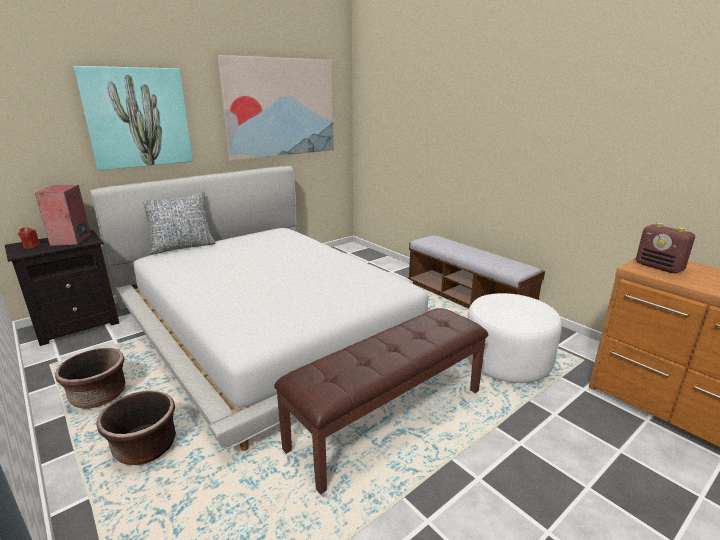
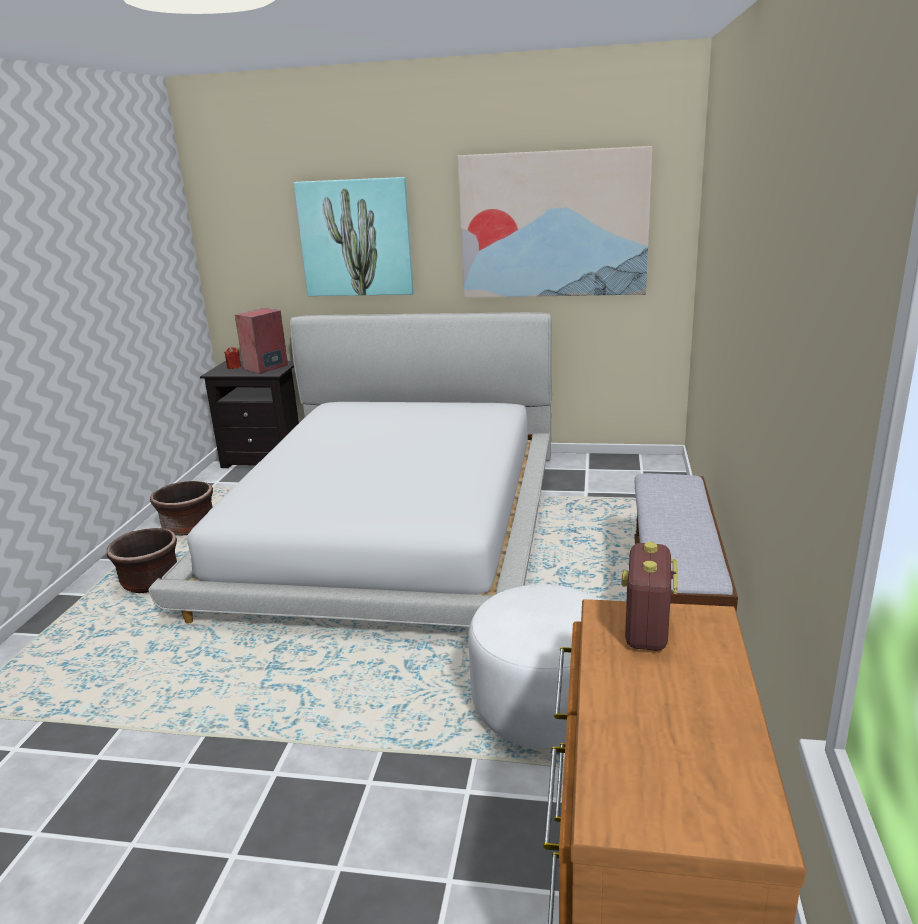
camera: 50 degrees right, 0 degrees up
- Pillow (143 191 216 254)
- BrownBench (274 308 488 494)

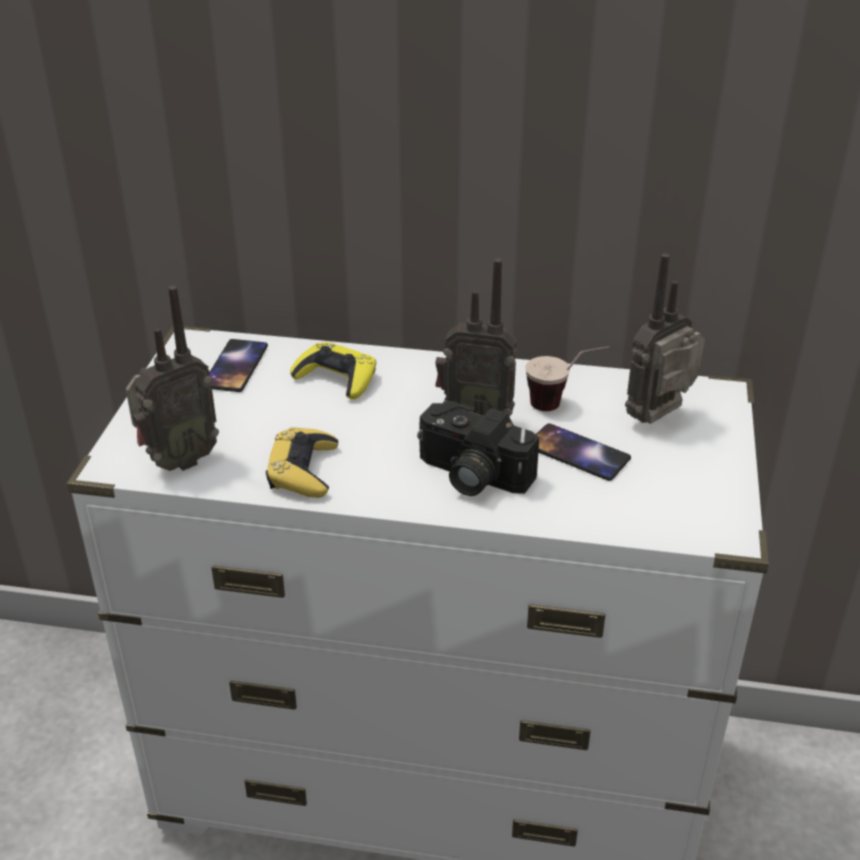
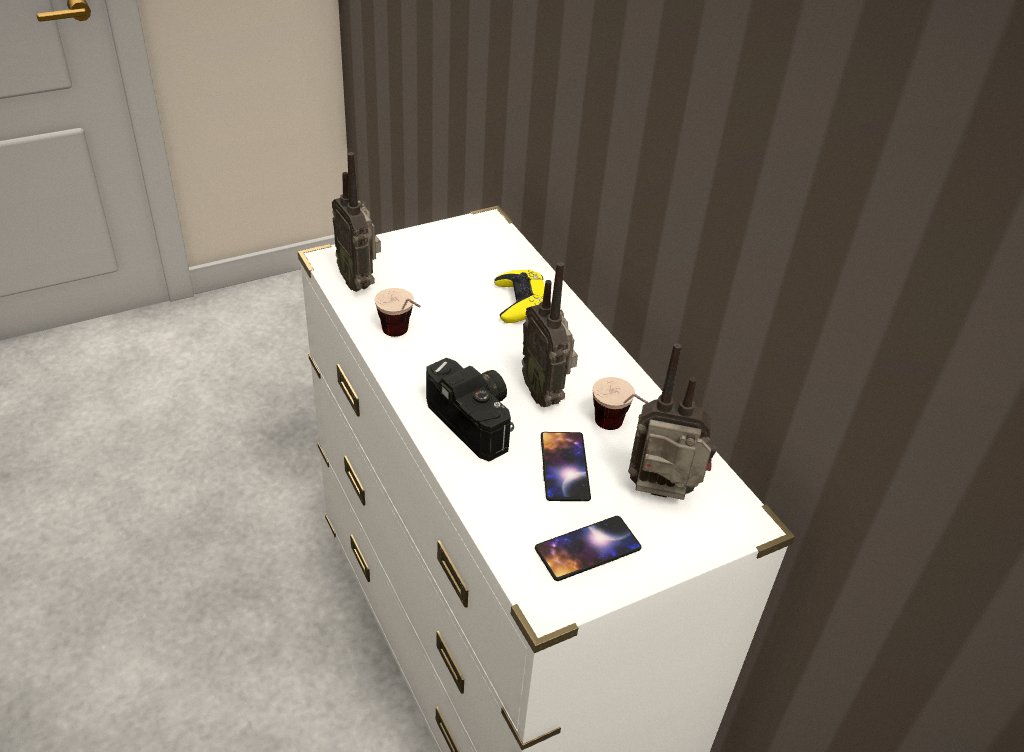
camera: 50 degrees right, 5 degrees up
~ Phone (209 339 268 392) to (535 516 641 581)
~ YellowGameController (266 427 338 498) to Cup (375 288 421 337)
~ Radio (126 286 219 471) = (332 152 381 292) 45 degrees clockwise
~ PhotoCamera (417 401 539 496) = (426 358 514 462) 150 degrees clockwise

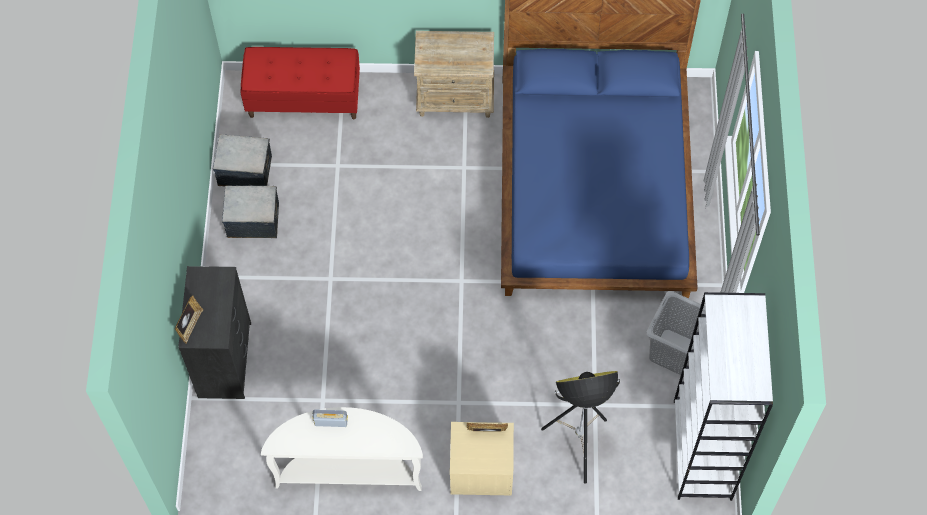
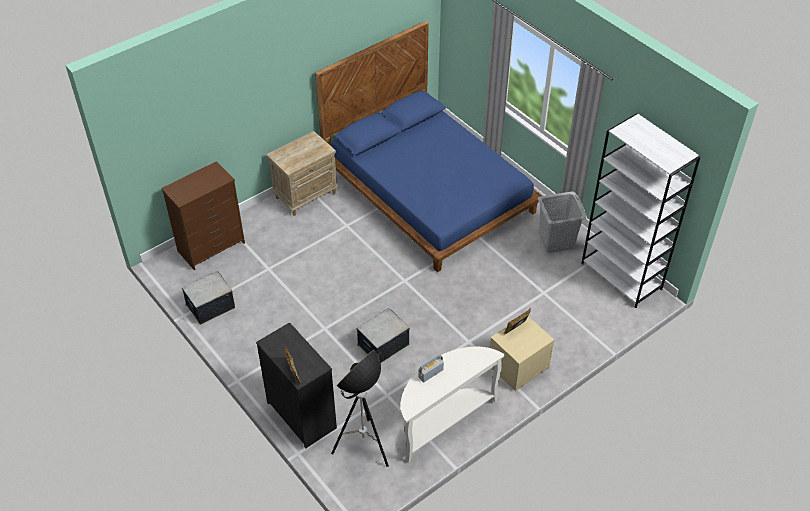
camera: 40 degrees left, 15 degrees down
~ StorageBox (222 186 279 238) to (357 308 410 363)
~ FloorLamp (541 371 620 484) to (331 350 389 467)
~ RedBench (241 47 360 119) to BrownDresser (161 161 245 270)

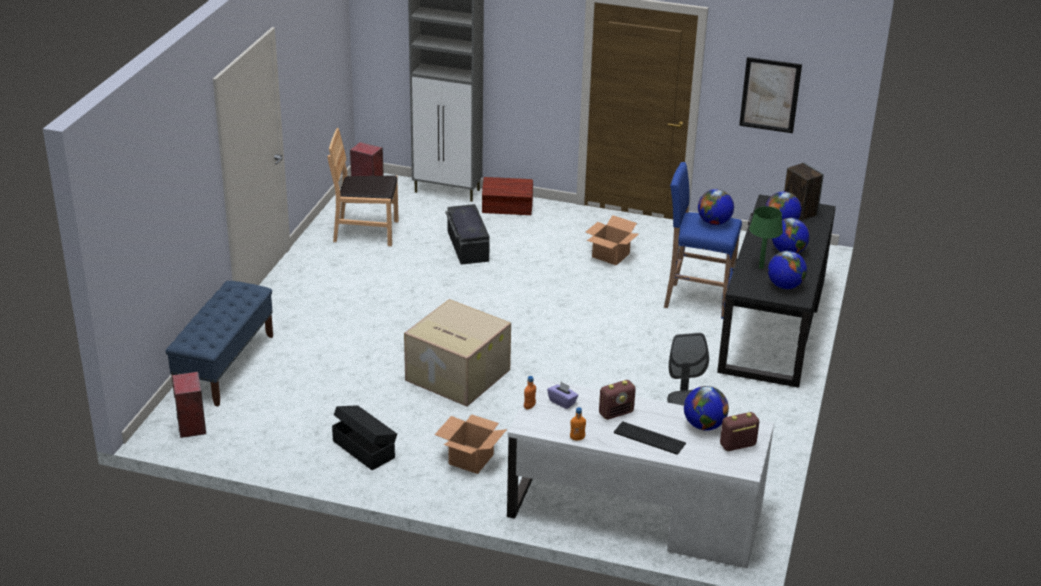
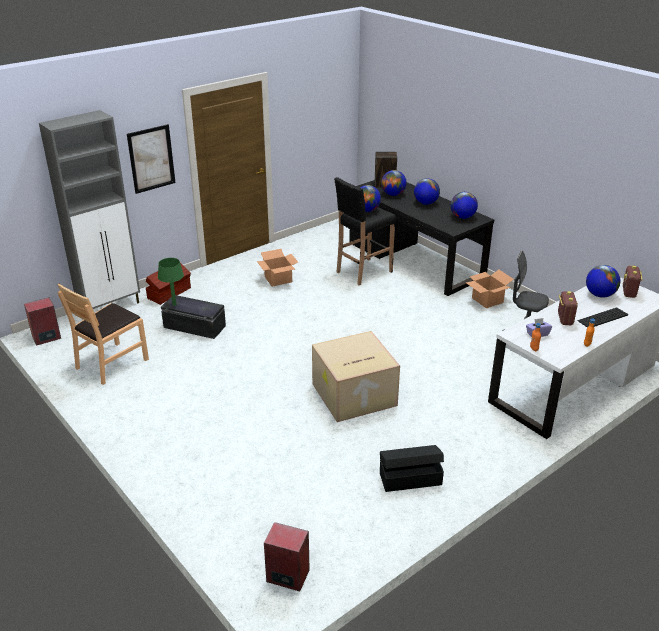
camera: 55 degrees left, 0 degrees up
- BlueBench (165 281 273 406)
~ CardboardBox (434 414 507 474) to (466 269 514 308)
~ Picture (739 57 802 133) to (127 124 176 194)
~ GreenTableLamp (749 206 783 269) to (158 258 184 306)
~ BlueStool (664 162 742 319) to BlackStool (334 177 396 285)

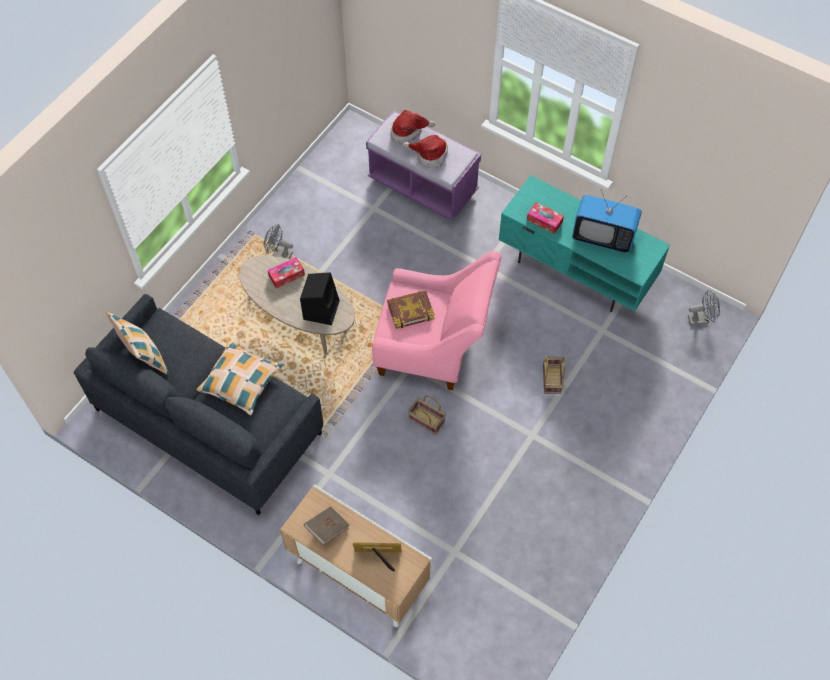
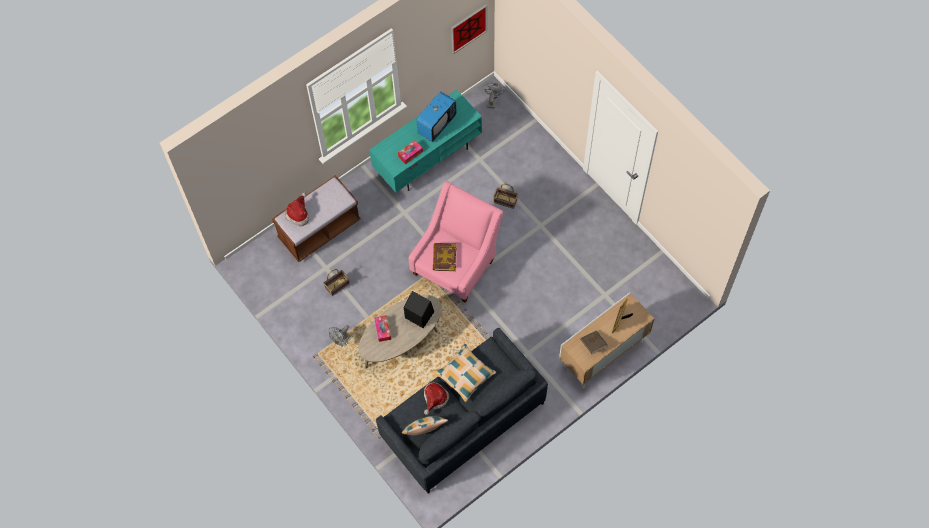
camera: 70 degrees left, 5 degrees up
+ Picture (451 4 487 54)
~ Hat (403 135 448 168) to (424 383 449 415)
~ Basket (408 395 446 435) to (324 269 350 296)
~ PurpleBench (366 110 481 220) to BrownBench (272 175 361 262)

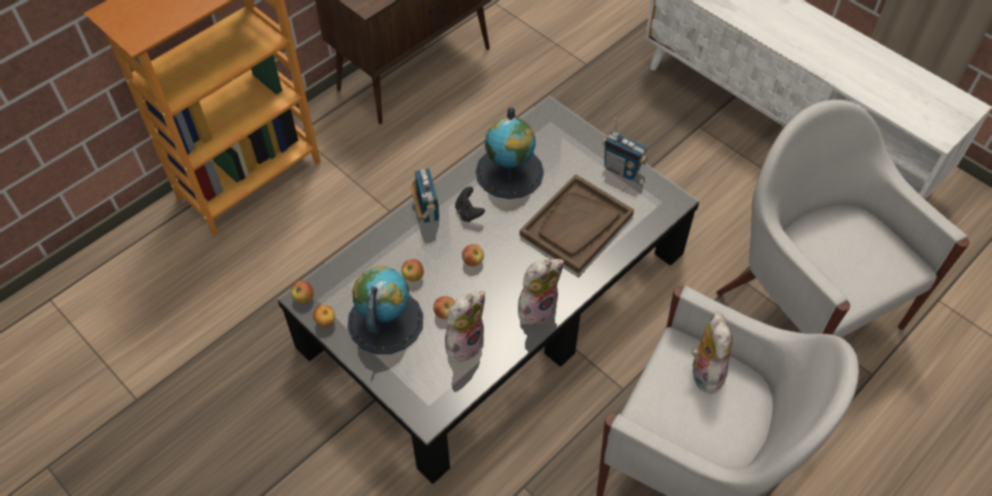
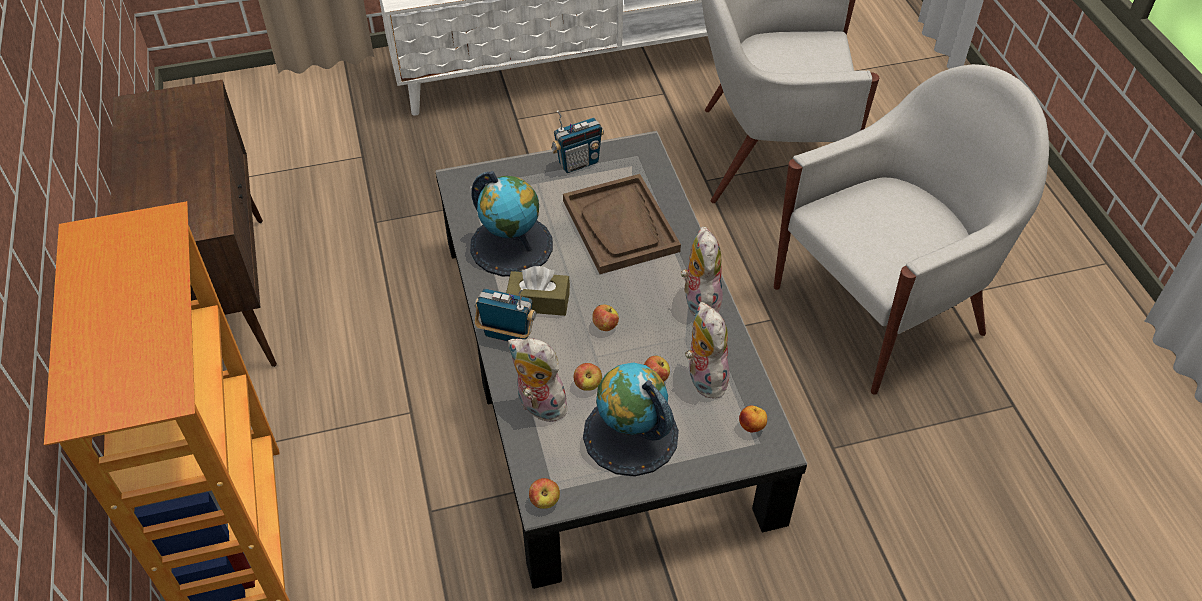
camera: 60 degrees left, 5 degrees down
~ Apple (313 305 335 327) to (739 406 767 432)
~ PlushToy (691 311 732 394) to (508 338 572 423)
~ BlackGameController (455 187 485 222) to BrownTissueBox (506 266 570 316)

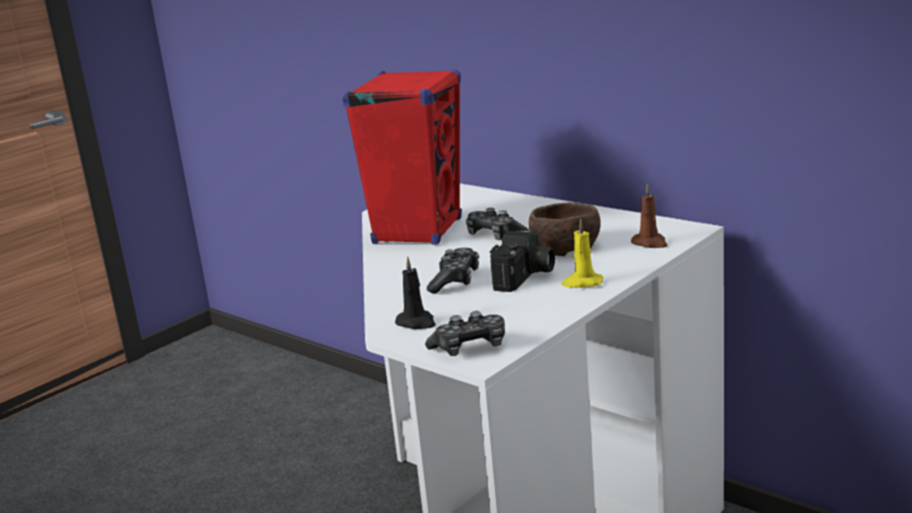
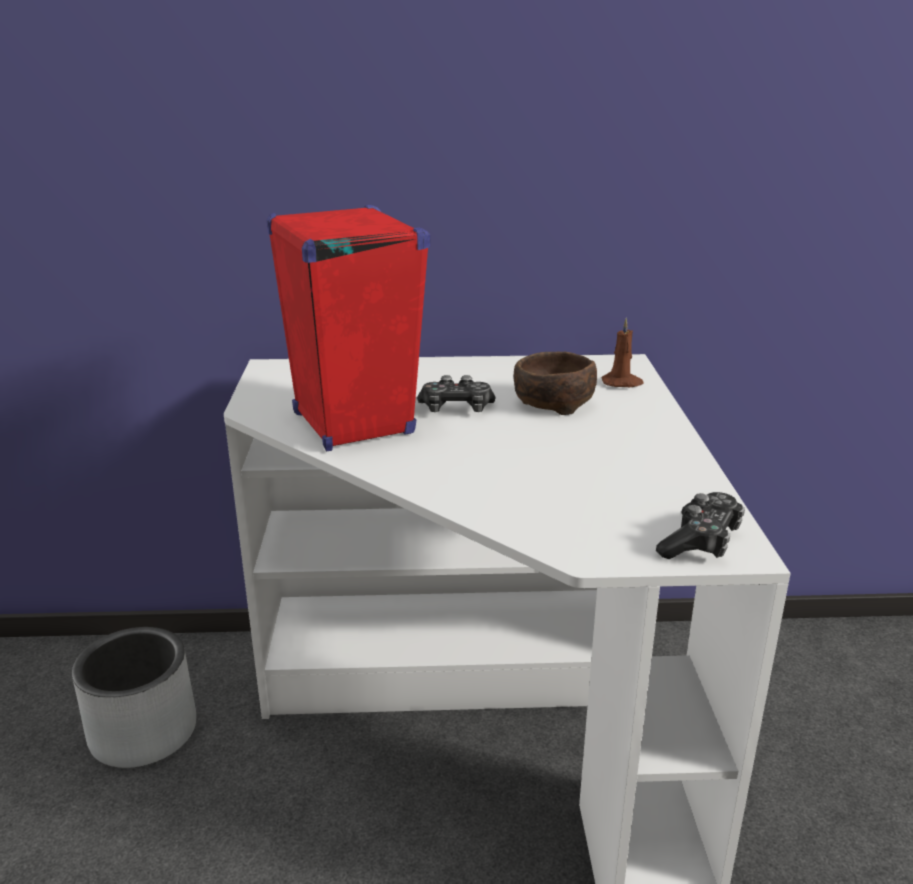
camera: 45 degrees left, 5 degrees up
- BlackCandle (395 257 436 329)
- GameController (427 248 479 294)
- PhotoCamera (490 230 555 292)
- YellowCandle (561 219 603 288)
+ GreyPlanter (72 627 196 768)

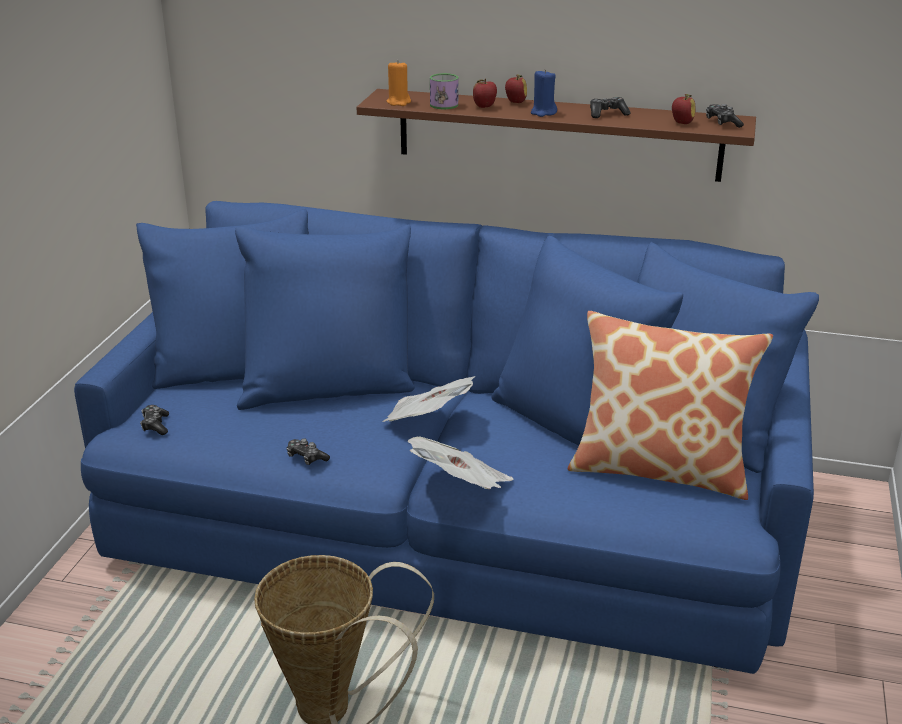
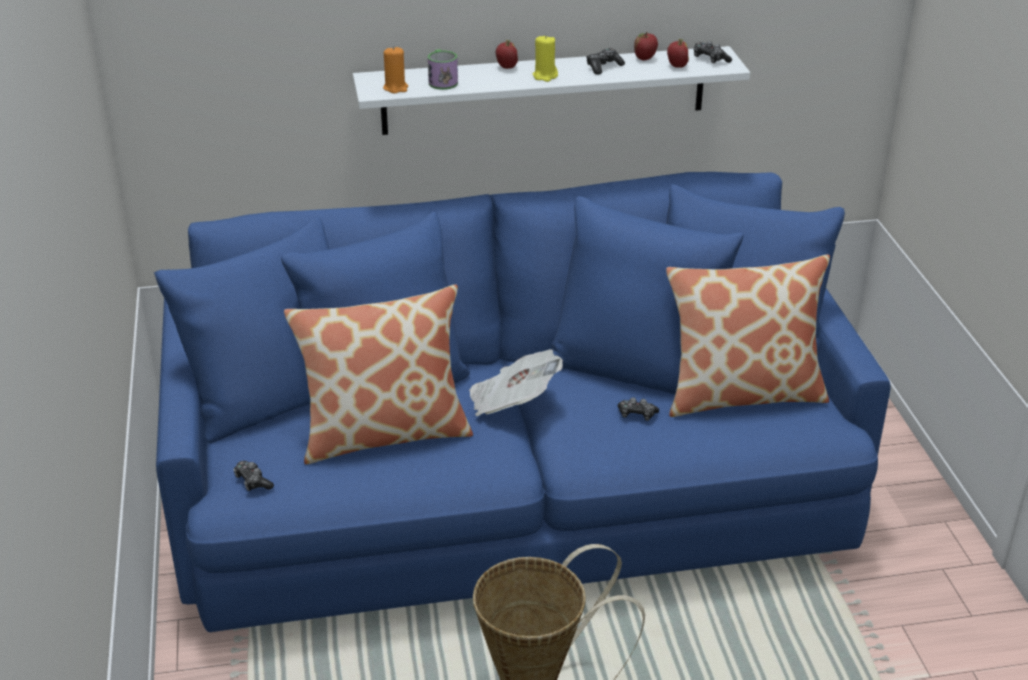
camera: 25 degrees left, 5 degrees up
- Newspaper (408 436 514 490)
+ Pillow (284 284 473 464)
~ GameController (286 438 330 465) to (618 397 659 421)
~ Apple (473 78 497 108) to (634 32 658 61)
~ BrownShelf (356 89 756 182) to WhiteShelf (353 46 750 135)
~ BlueCandle (531 69 557 117) to YellowCandle (533 36 558 82)

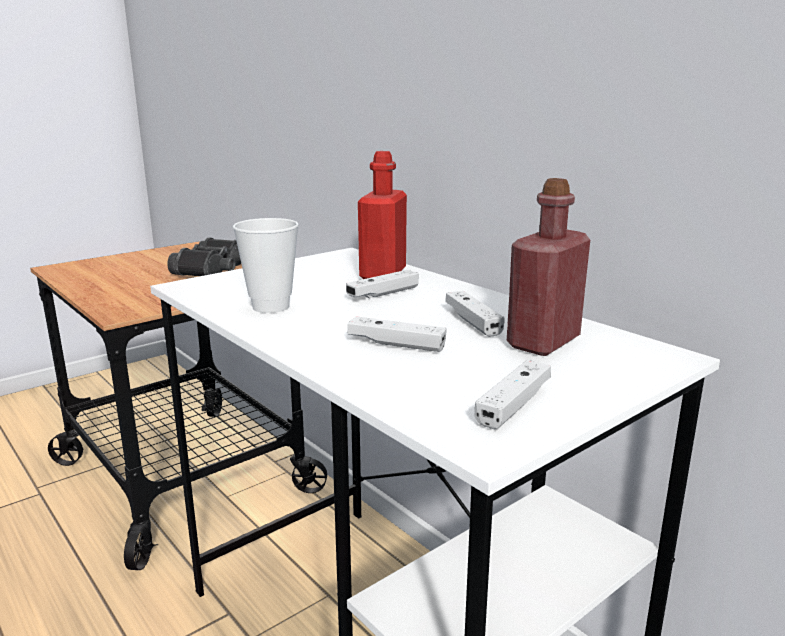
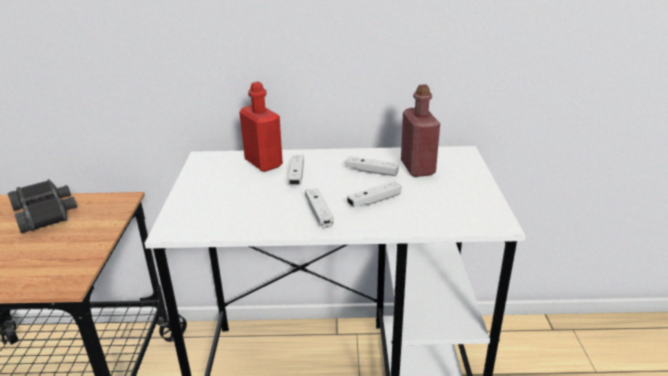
camera: 50 degrees left, 10 degrees up
- Cup (233 218 299 313)
~ WhiteGameController (475 360 551 429) to (305 188 334 228)

